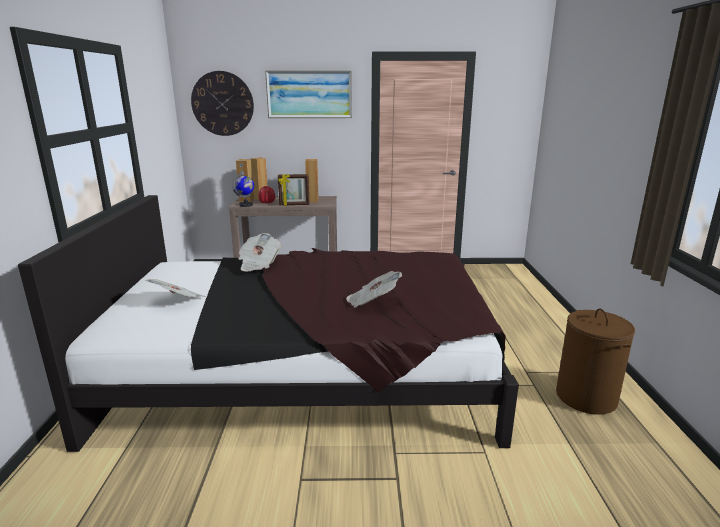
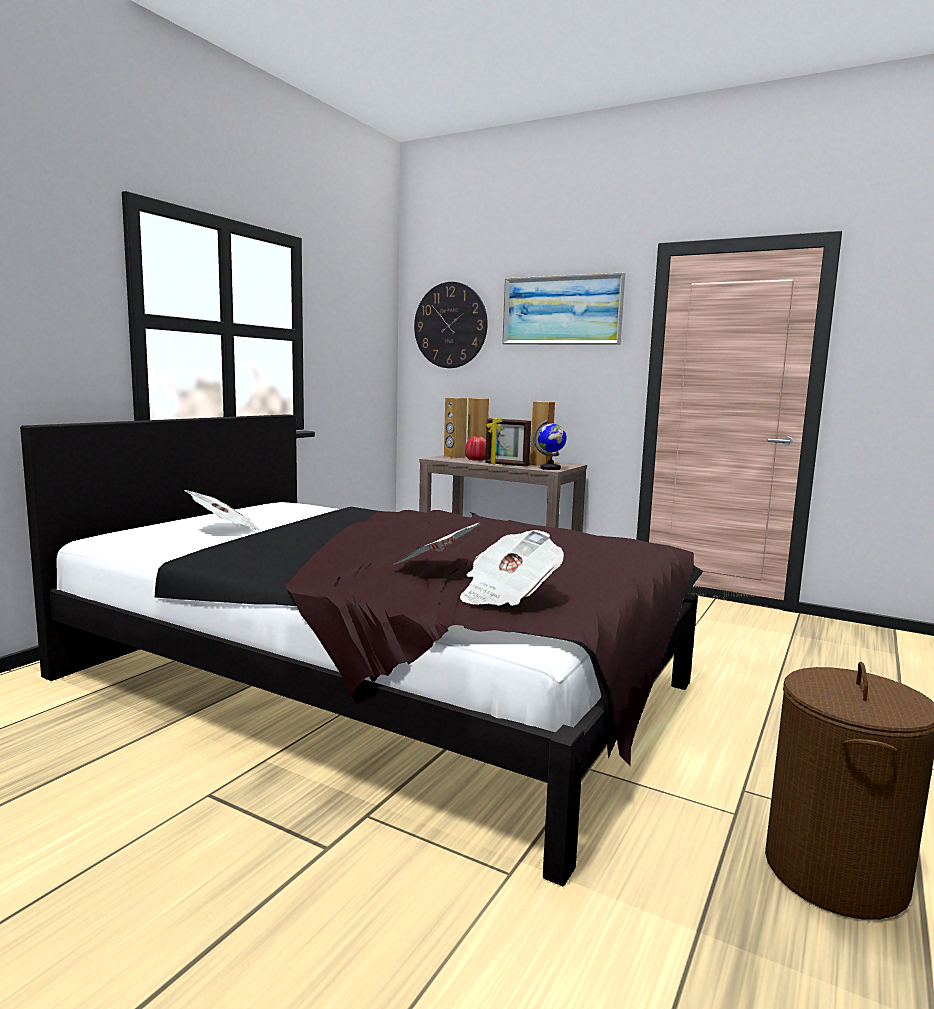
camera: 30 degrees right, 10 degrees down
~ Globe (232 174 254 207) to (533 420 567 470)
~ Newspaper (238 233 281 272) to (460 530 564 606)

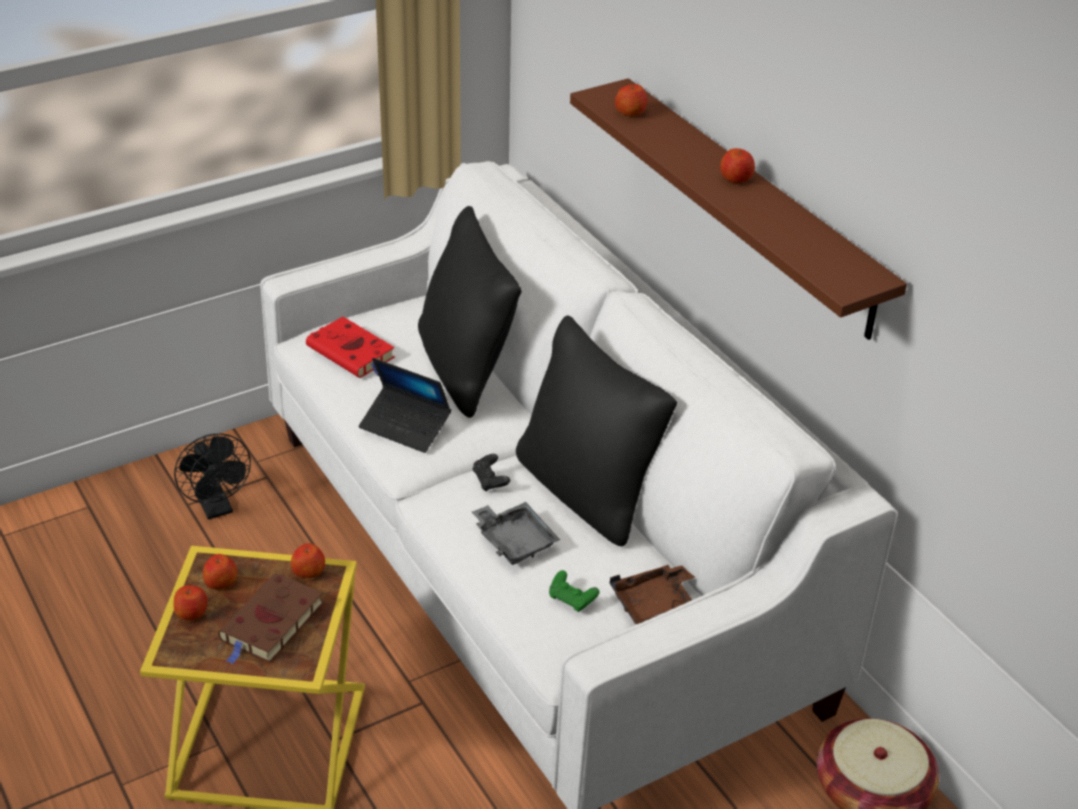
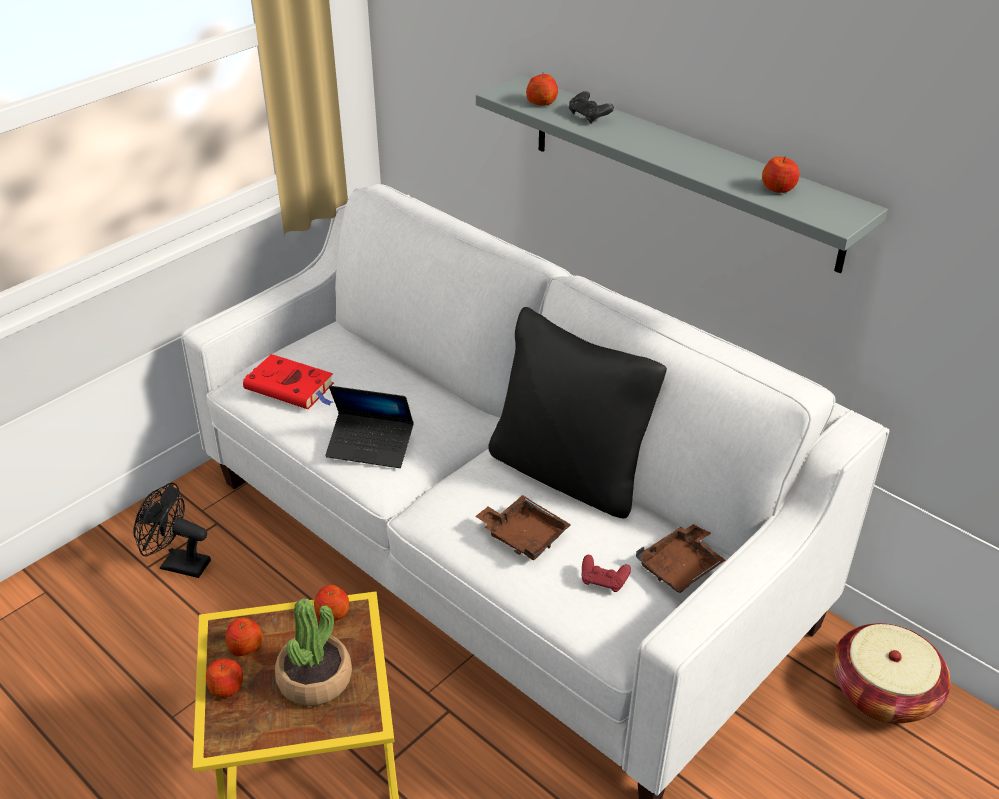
camera: 15 degrees left, 0 degrees up
- BlackPillow (418 206 522 418)
~ BlackGameController (472 454 510 492) to (569 91 614 124)
~ Apple (720 148 755 183) to (762 156 800 193)
~ BrownBook (218 573 324 664) to PottedPlant (275 598 352 706)
~ GreyTray (472 502 560 565) to BrownTray (475 495 571 560)
~ GreenGameController (549 570 599 612) to RedGameController (582 555 631 592)
~ BrownShelf (570 78 907 340) to GreyShelf (476 75 888 273)
~ BlackFan (174 434 251 520) = (134 483 211 578) 150 degrees clockwise

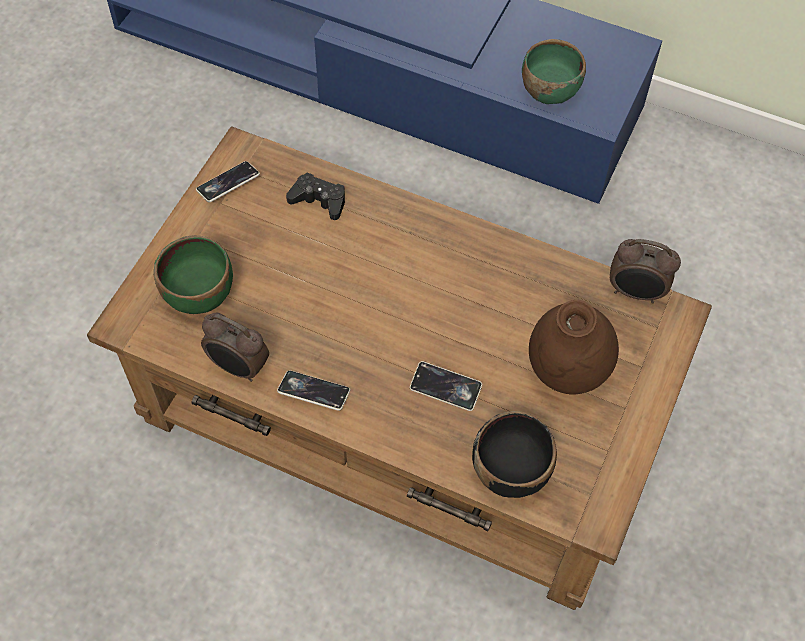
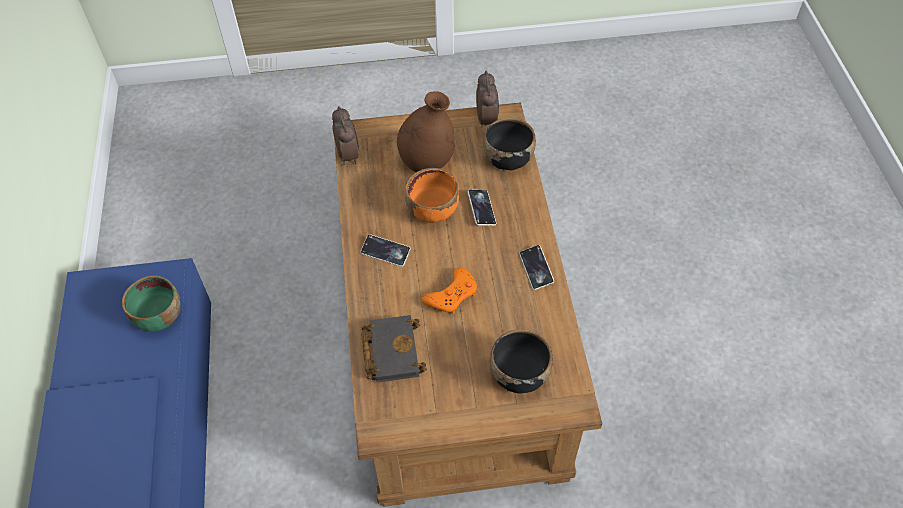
camera: 120 degrees left, 5 degrees down
+ OrangeBowl (405 168 459 223)
+ OrangeGameController (422 267 477 314)
~ Phone (196 161 260 202) to (360 234 411 267)
~ AlarmClock (201 313 269 382) to (476 71 499 128)
~ BlackGameController (286 173 345 220) to BlackBook (361 315 427 383)
~ GreenBowl (154 235 233 314) to BlackBowl (490 329 553 394)

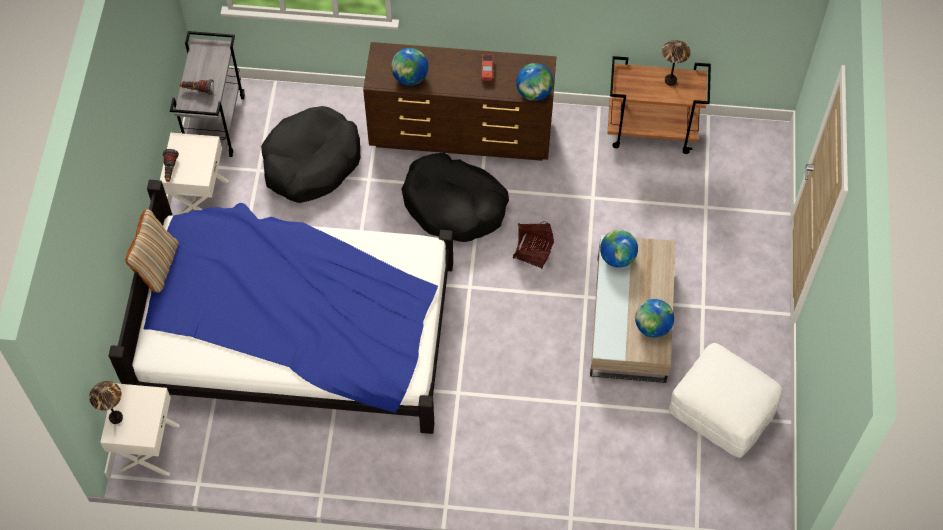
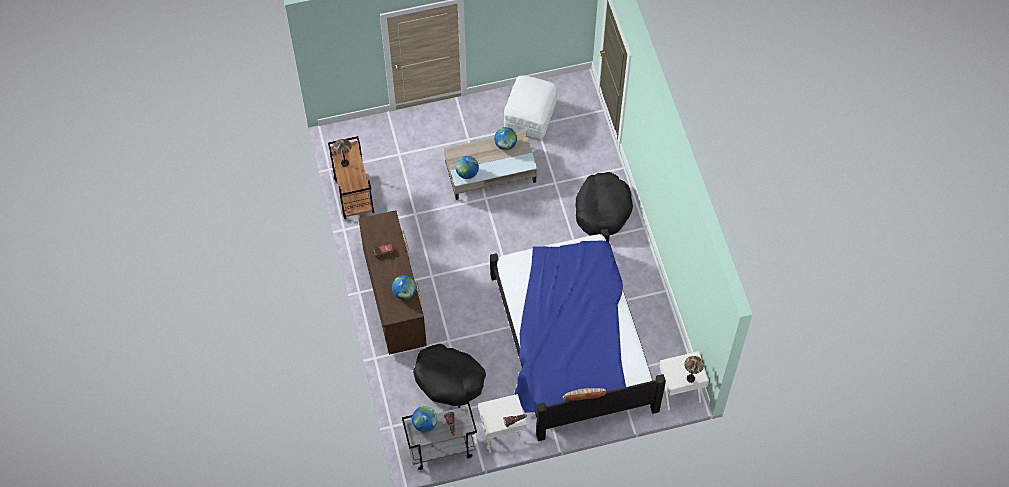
camera: 110 degrees left, 0 degrees up
- Basket (513 221 554 269)
~ BlackDogBed (402 153 509 242) to (575 172 633 236)
~ Globe (516 63 554 101) to (412 406 437 432)

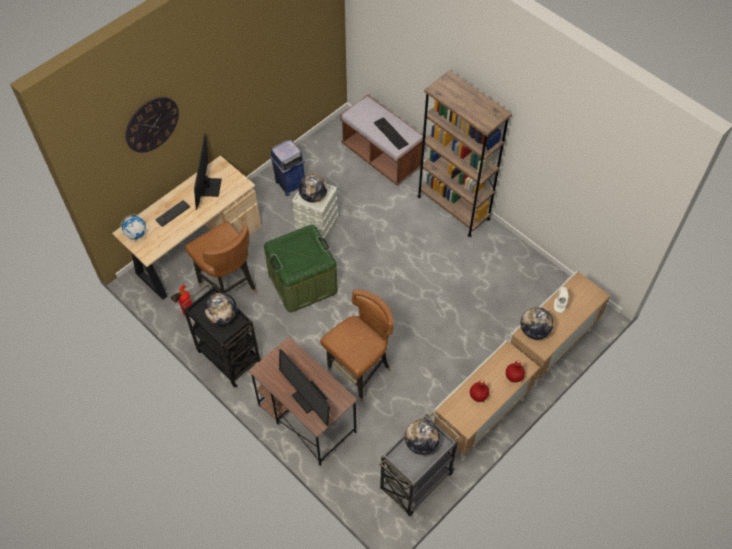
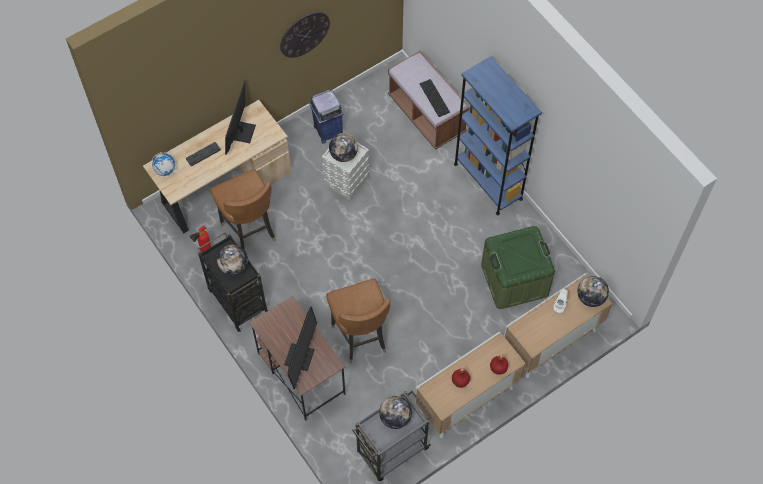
camera: 10 degrees right, 5 degrees up
~ WallClock (126 97 179 153) to (280 12 330 58)
~ GreenStorageBox (264 225 338 312) to (481 226 555 309)
~ Globe (521 307 553 340) to (577 276 609 307)
~ BrownBookcase (417 71 512 237) to BlueBookcase (454 56 542 215)
~ Monitor (279 349 330 426) = (284 306 317 389) 135 degrees counterclockwise
~ BrownChair (320 290 394 402) = (326 278 391 364) 105 degrees clockwise

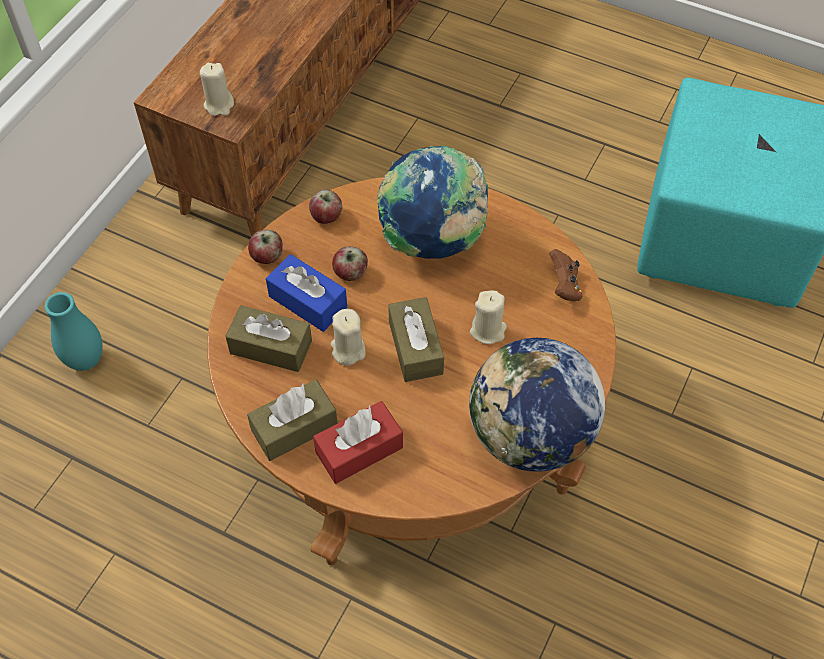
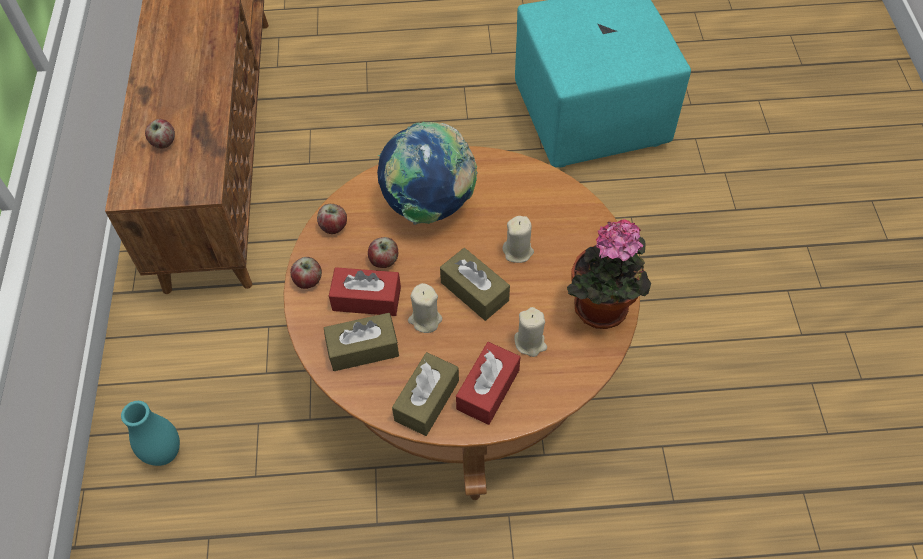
camera: 30 degrees left, 0 degrees up
- BrownGameController (549 249 582 301)
+ Apple (145 119 175 148)
~ BeigeCandle (200 63 234 116) to (514 307 547 357)
~ Globe (469 338 605 472) to PottedPlant (567 219 651 329)
~ BlueTissueBox (266 254 347 332) to RedTissueBox (329 267 401 316)

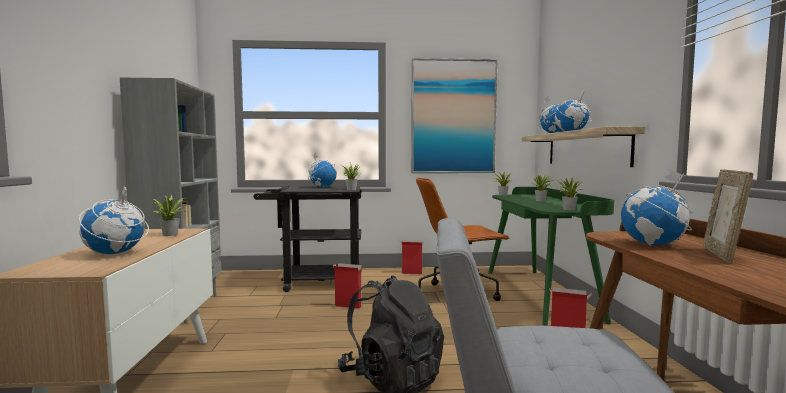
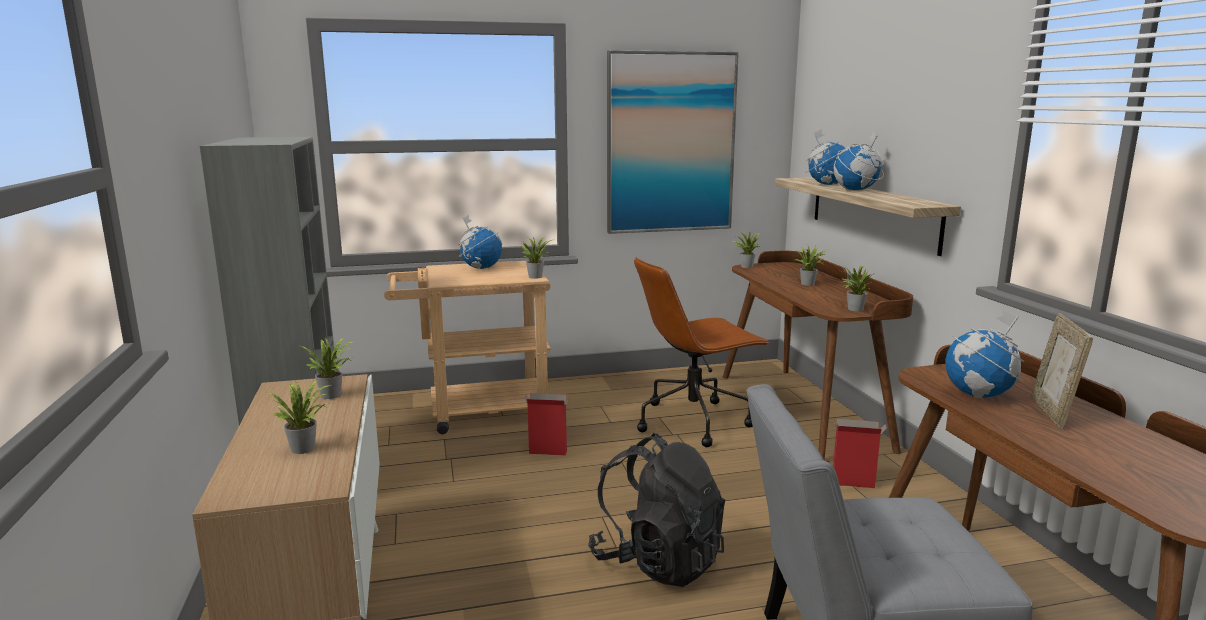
camera: 10 degrees left, 10 degrees up
- CardboardBox (399 240 424 274)
~ Globe (79 186 149 255) to PottedPlant (266 380 331 454)
~ BlackCart (253 186 362 292) to BeigeCart (384 261 551 434)
~ GreenDesk (488 187 614 326) to BrownDesk (722 251 913 461)

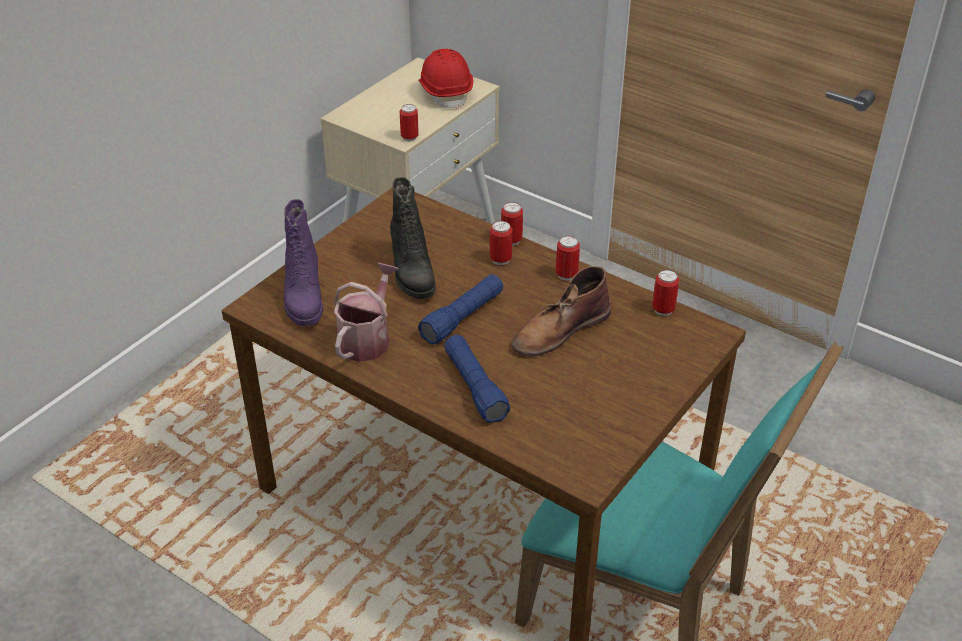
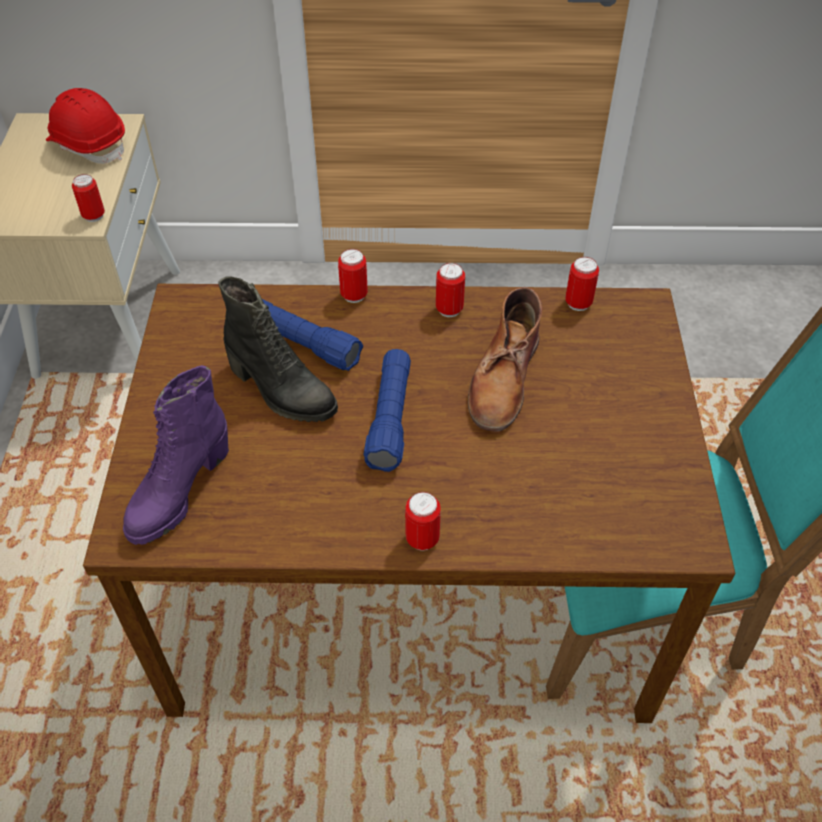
camera: 35 degrees left, 10 degrees up
- WateringCan (334 263 398 362)
~ BlueFlashlight (444 335 510 423) to (262 299 363 371)
~ Can (490 221 512 265) to (405 492 441 551)
~ PurpleBoot (284 199 323 326) = (123 365 229 545) 75 degrees clockwise

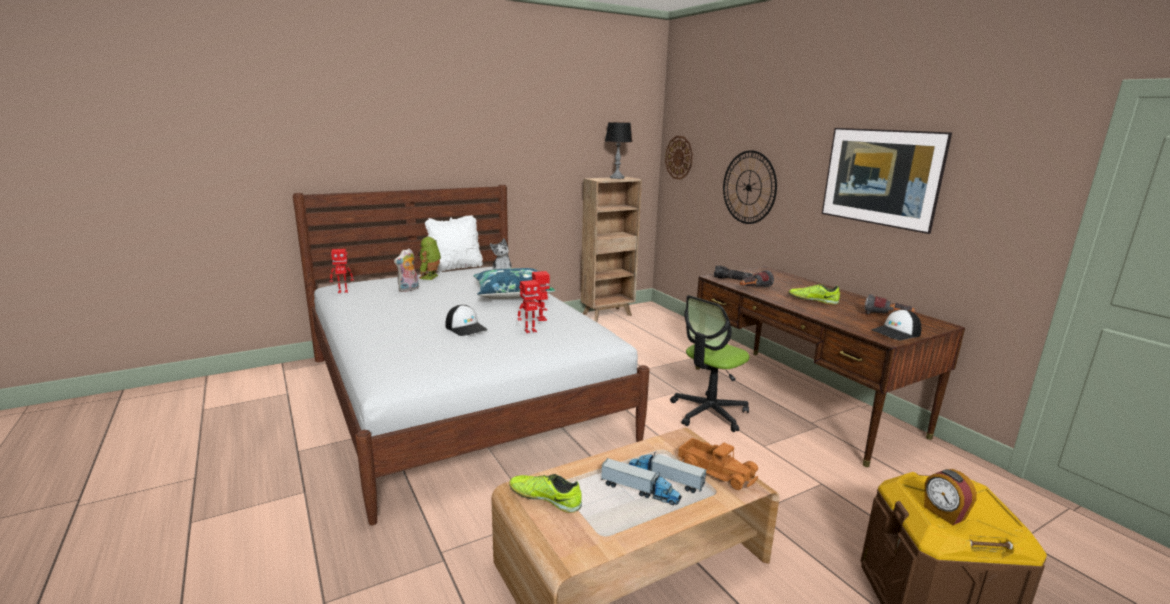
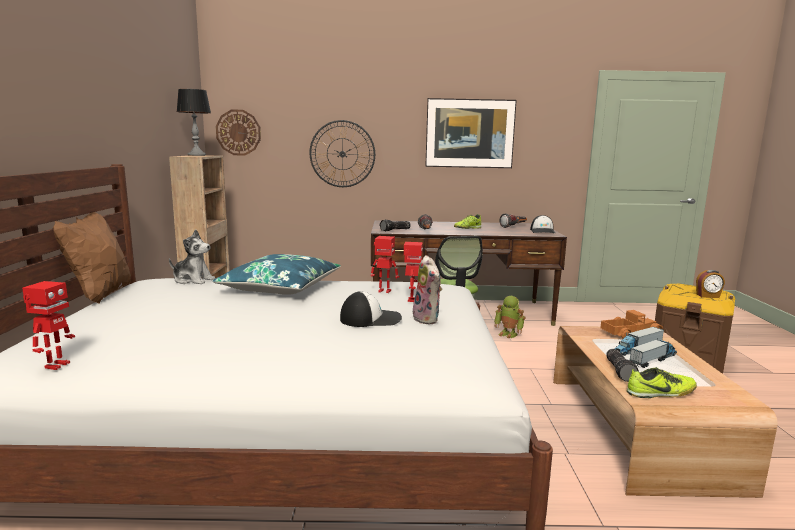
camera: 60 degrees left, 5 degrees down
+ Flashlight (606 349 639 382)
~ PlushToy (394 248 419 292) to (413 255 442 324)
~ ToyRobot (419 237 441 280) to (494 296 526 338)
~ WhitePillow (425 215 483 272) to BrownPillow (53 212 131 304)
~ Shoe (509 474 582 513) = (627 367 697 398) 150 degrees counterclockwise

